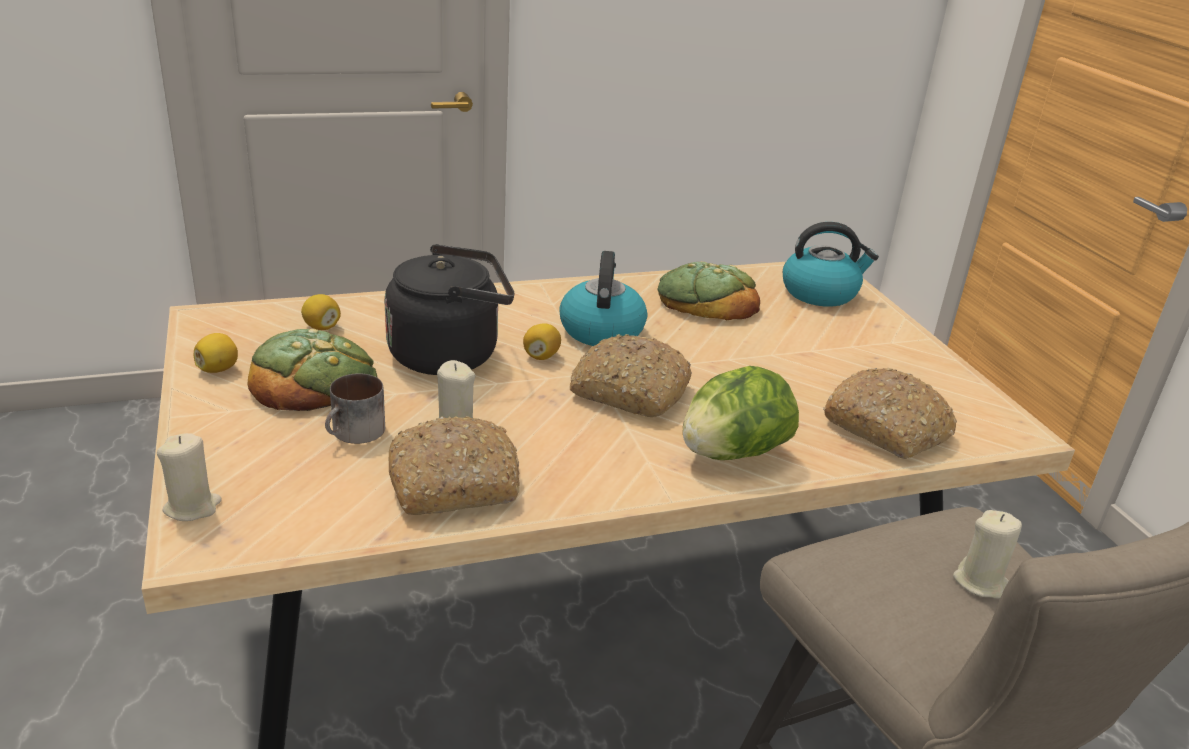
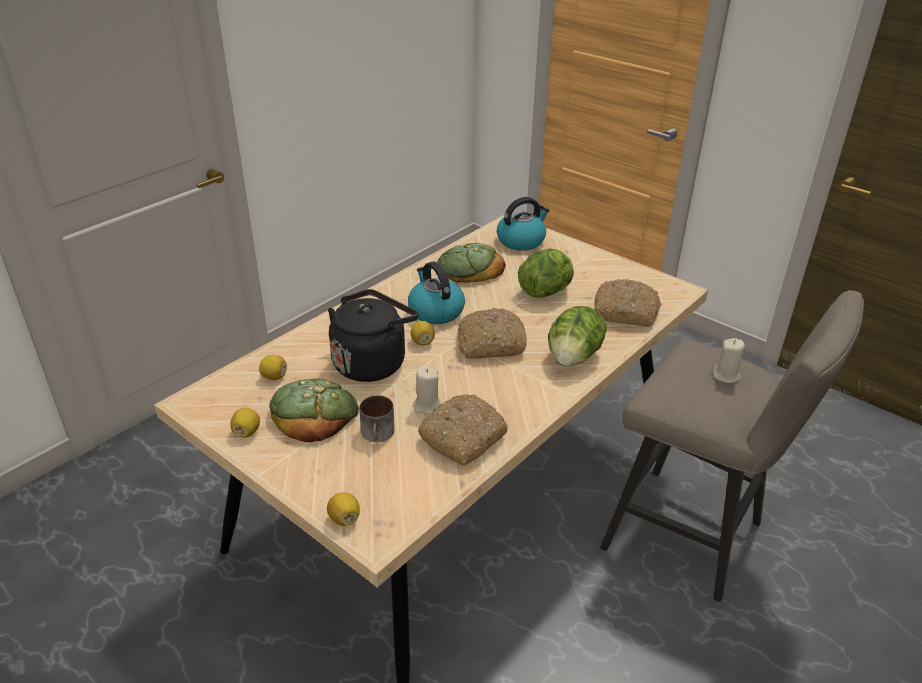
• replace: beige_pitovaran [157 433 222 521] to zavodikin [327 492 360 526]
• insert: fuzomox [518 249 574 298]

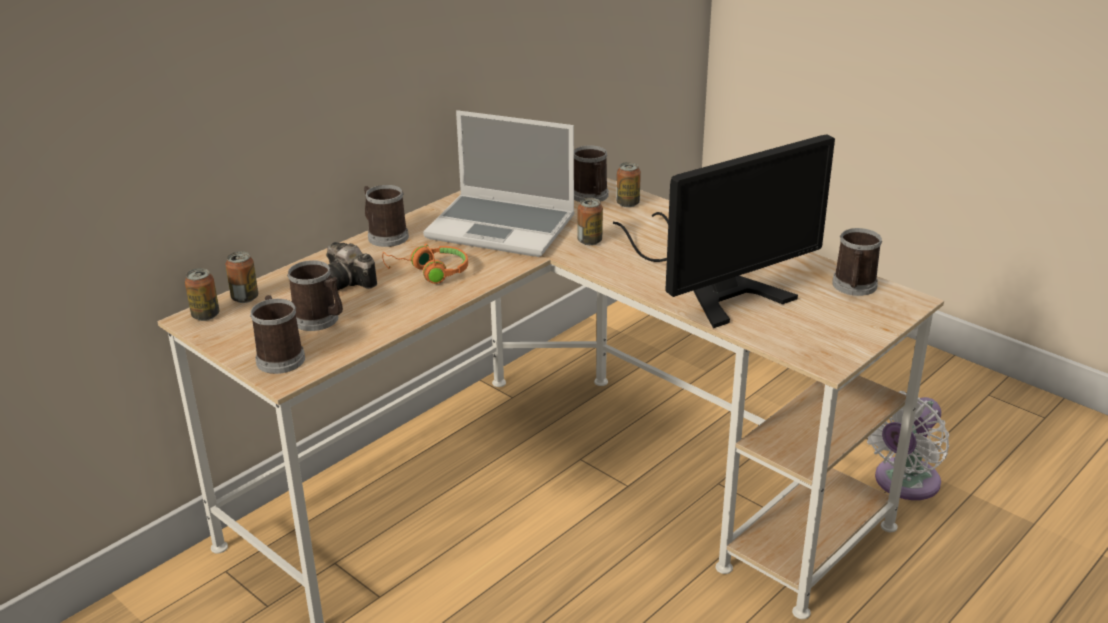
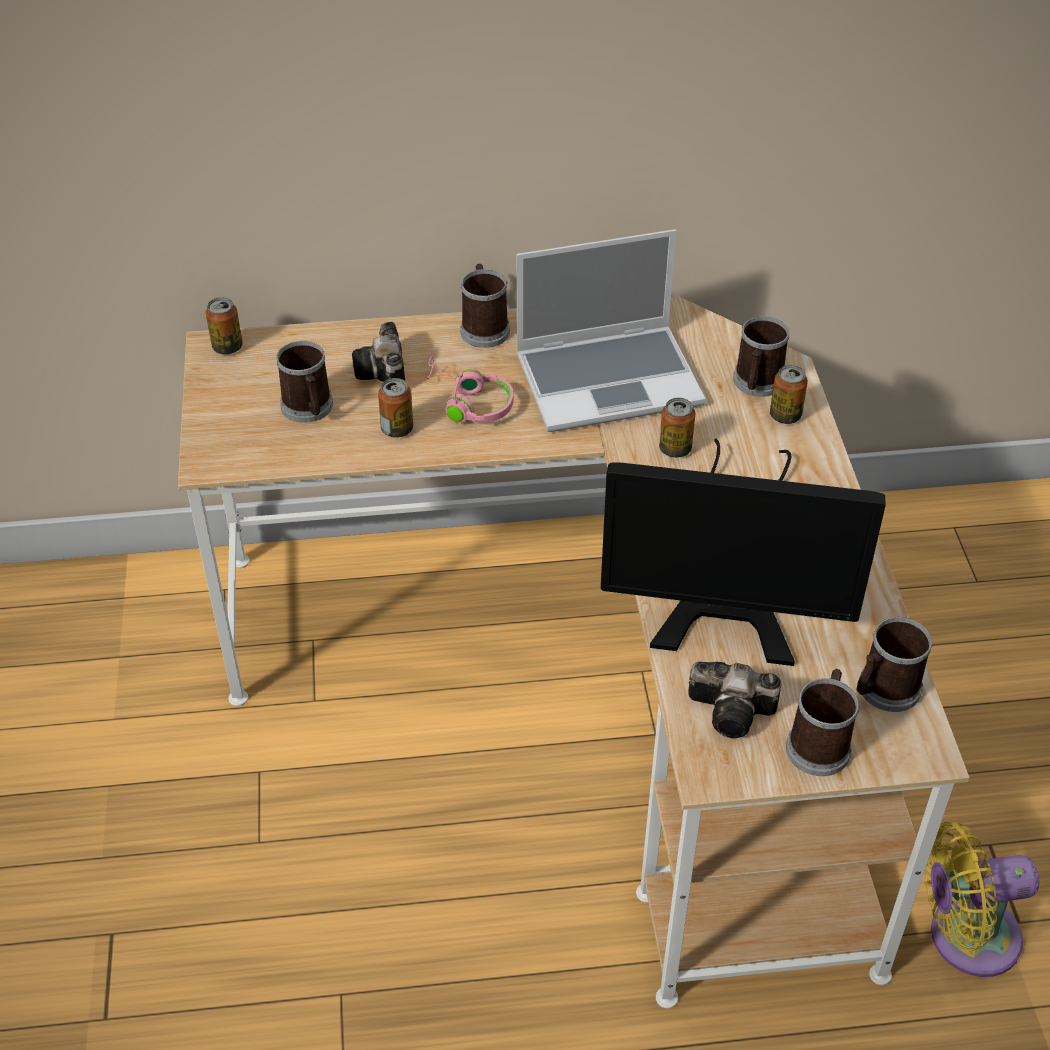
• move: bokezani [226 251 258 303] to [378 378 413 438]
• move: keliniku [250 295 305 374] to [786 669 859 776]
• recolor: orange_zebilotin [382 243 468 284] to pink_zebilotin [425 357 514 423]
• rotate: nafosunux [423 110 575 257] = [516 229 706 432] 75 degrees counterclockwise
• recolor: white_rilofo [867 391 949 500] to yellow_rilofo [924 821 1039 977]
• insert: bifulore [689 662 781 738]

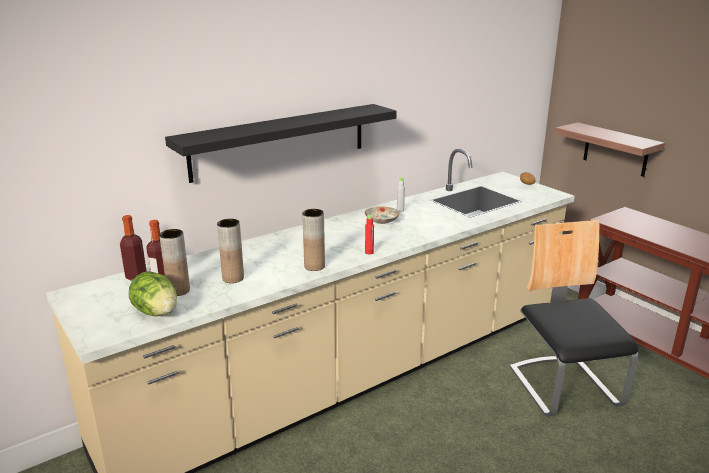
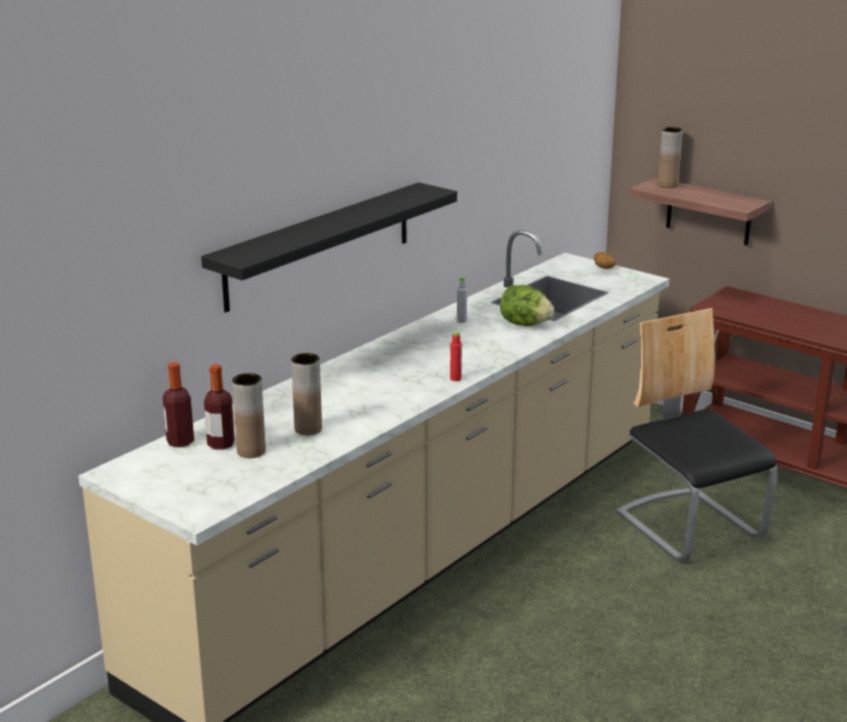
• move: fuzomox [129 271 177 316] to [500 285 554 326]
• move: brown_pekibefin [302 209 325 271] to [658 127 683 188]
• delete: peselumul [365 206 400 224]

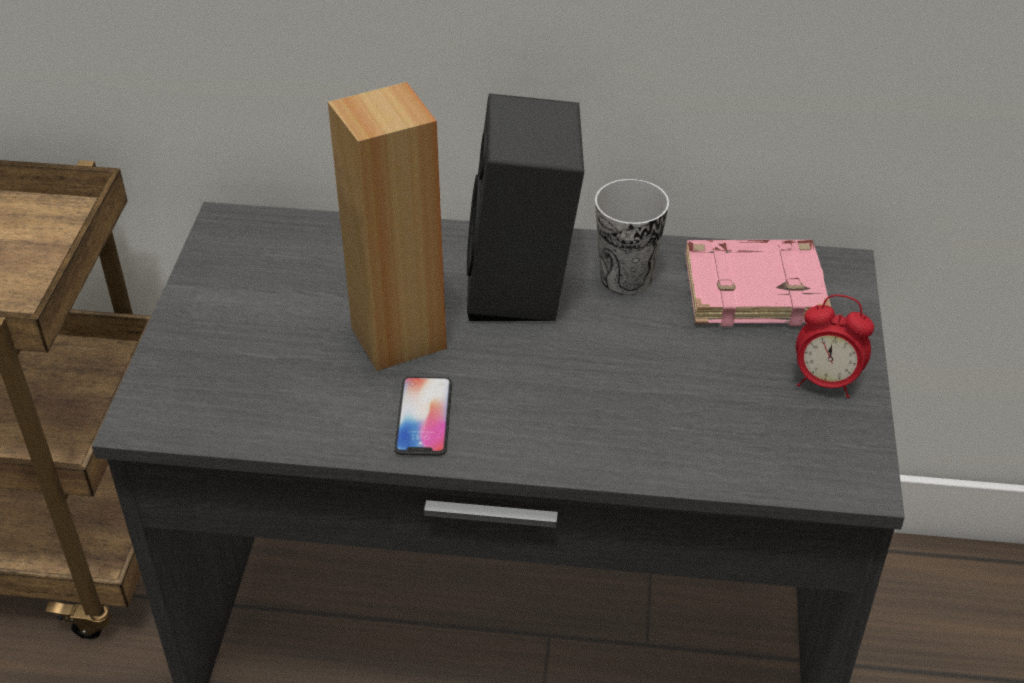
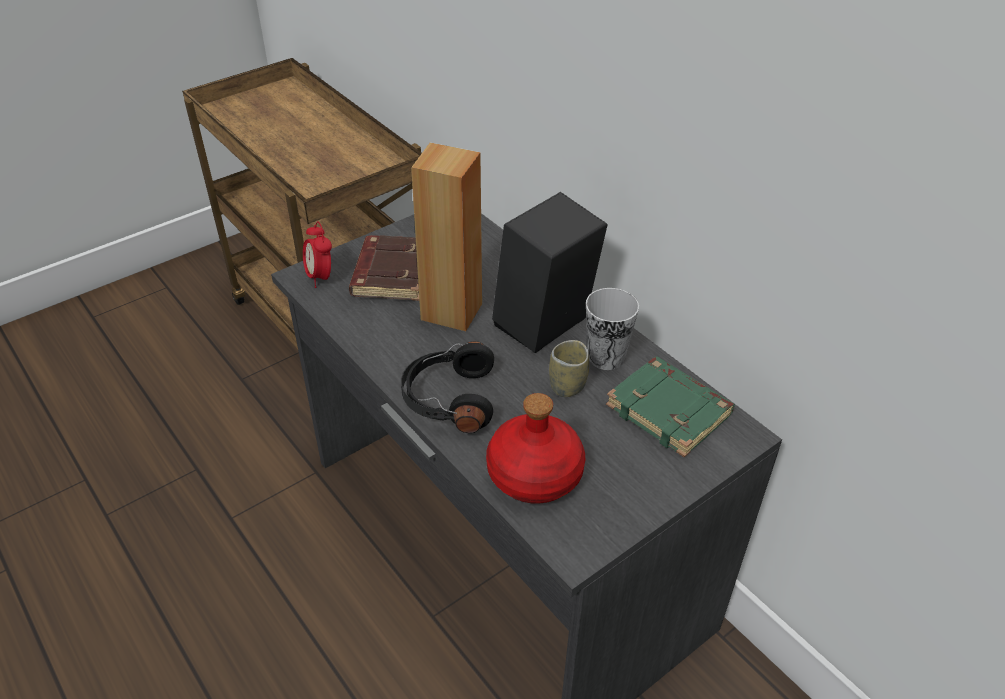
• delete: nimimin [394 377 452 456]
• recolor: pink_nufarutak [686 240 831 327] to green_nufarutak [606 357 735 458]
• move: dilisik [796 295 874 398] to [303 221 332 288]
• insert: brown_nufarutak [349 235 419 301]
• insert: black_zebilotin [401 341 494 433]
• insert: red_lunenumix [486 393 585 504]
• insert: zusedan [549 340 589 397]

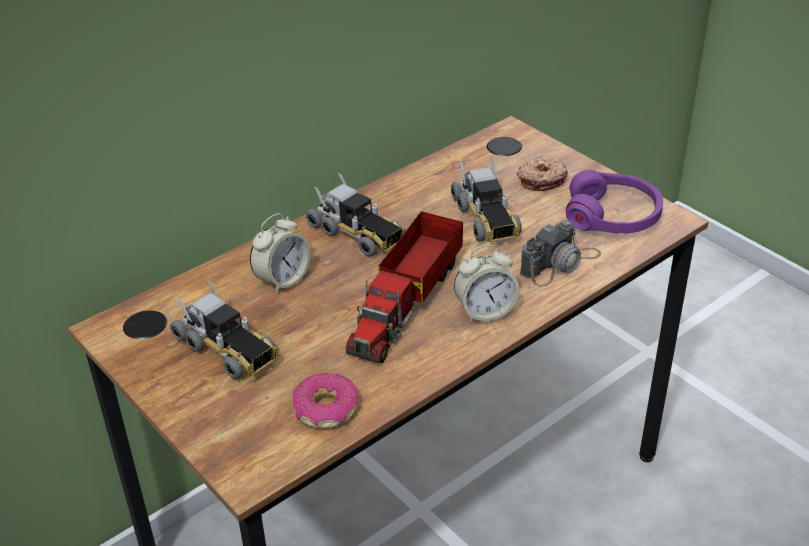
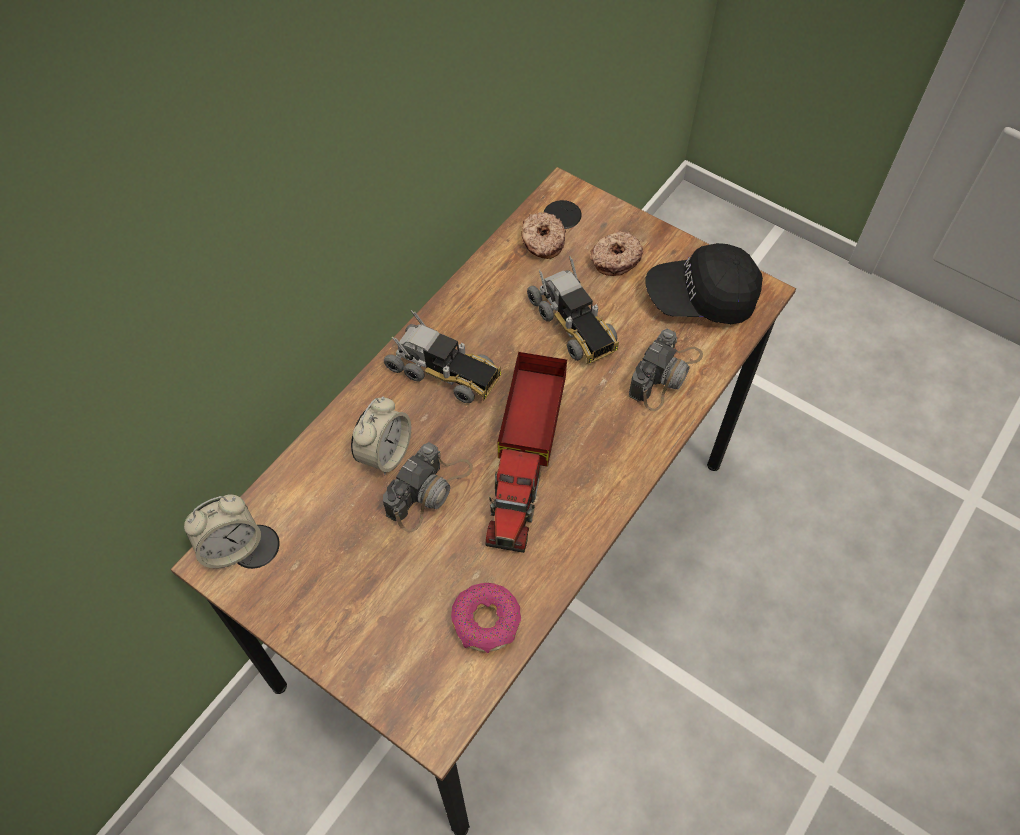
• delete: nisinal [170 279 278 379]
• move: dilisik [454 245 519 323] to [184 494 261 568]
• replace: purple_zebilotin [566 170 663 234] to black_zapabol [645 243 763 324]
• insert: bifulore [383 442 473 532]
• insert: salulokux [521 212 566 259]

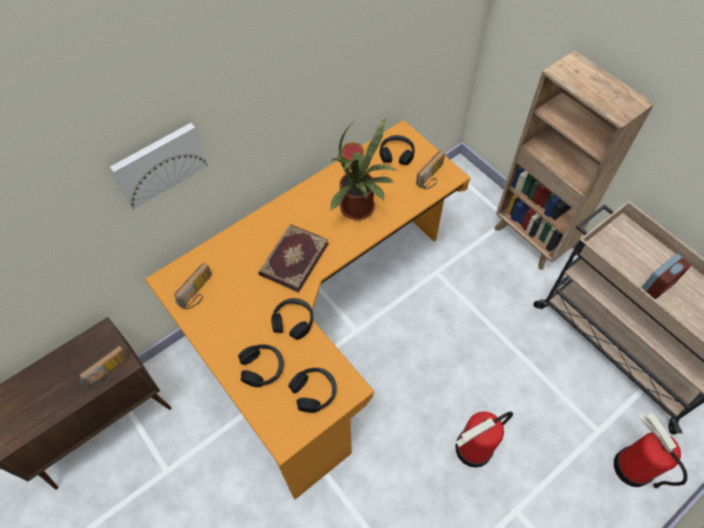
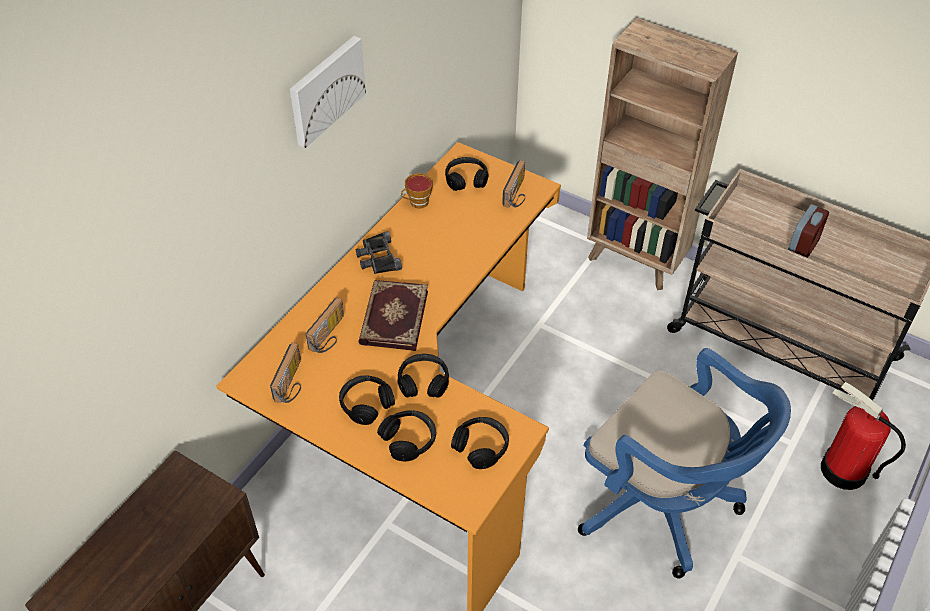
• move: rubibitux [79 346 129 390] to [306 298 344 353]
• move: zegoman [110 123 208 210] to [290 36 366 148]
• delete: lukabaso [330 119 399 220]
• replace: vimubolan [455 411 513 468] to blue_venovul [578 348 791 579]
• insert: black_zebilotin [339 375 395 425]
• insert: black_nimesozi [356 231 402 274]

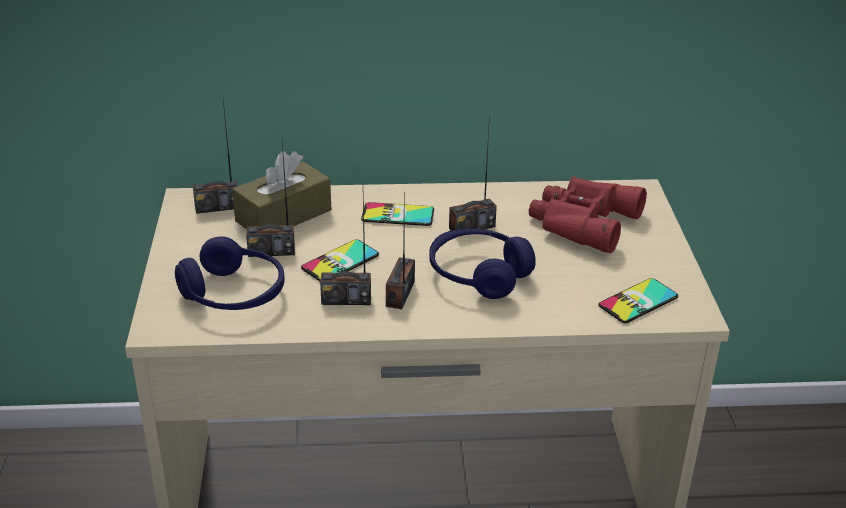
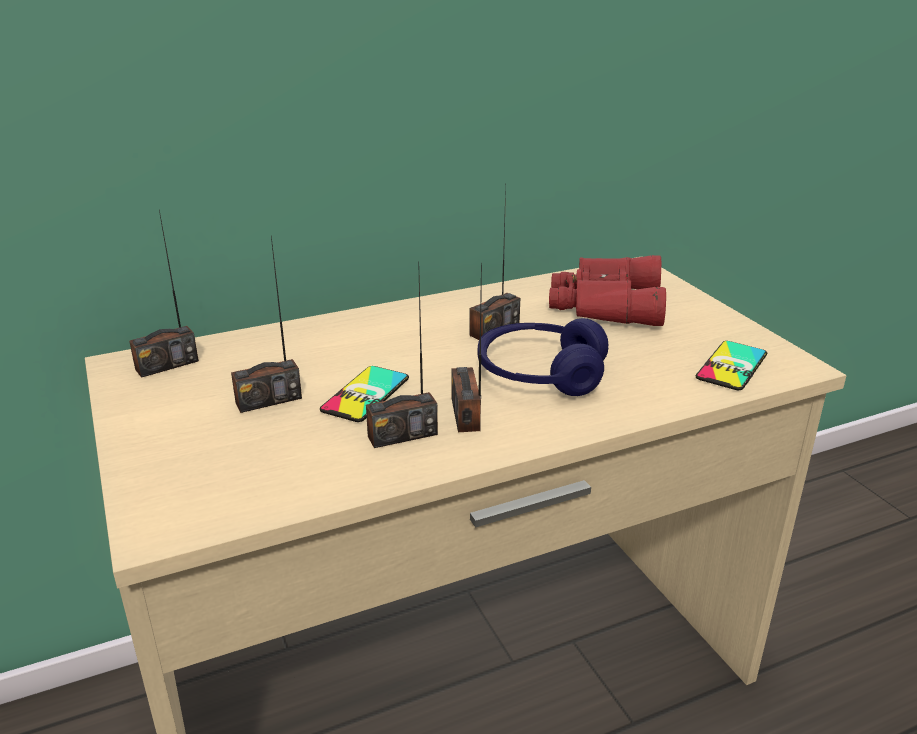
• delete: blue_zebilotin [175 236 284 310]
• delete: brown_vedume [232 151 331 229]
• delete: nimimin [361 202 434 226]

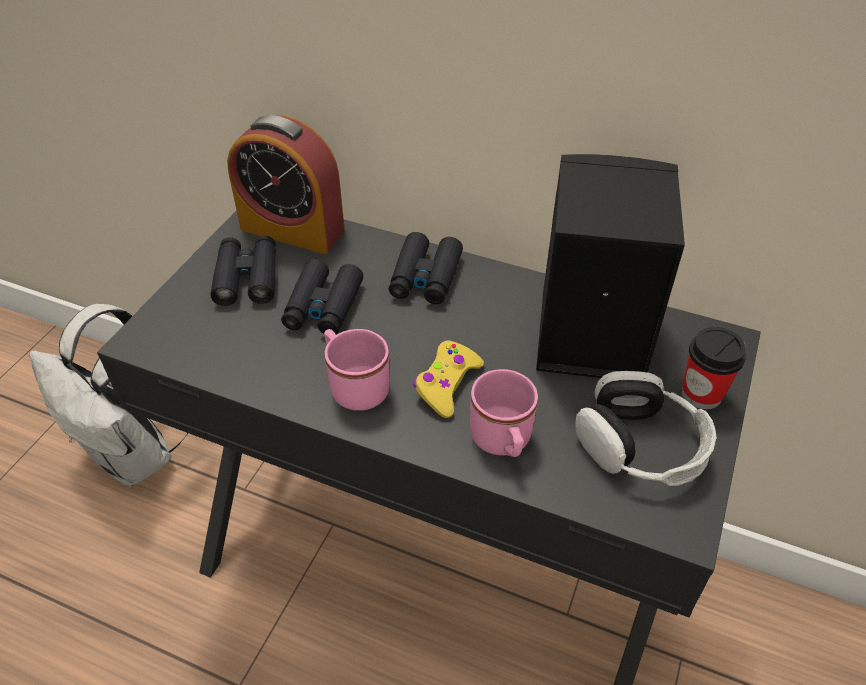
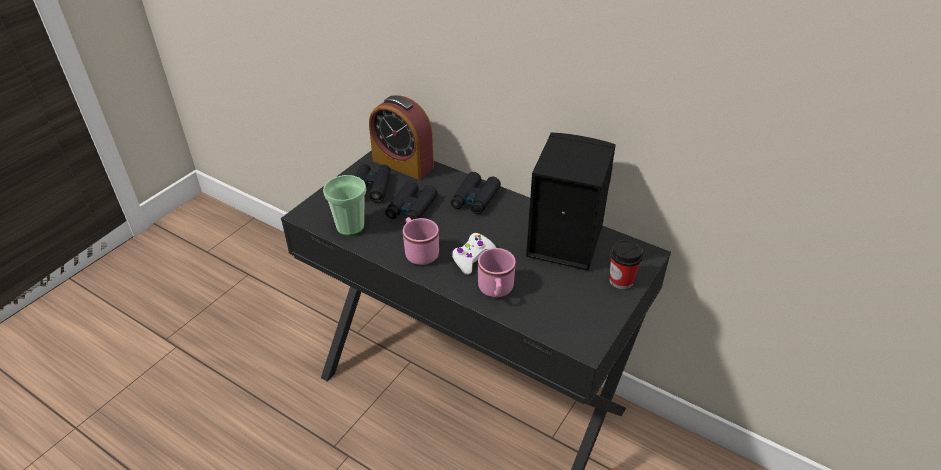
• delete: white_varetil [29 304 188 487]
• recolor: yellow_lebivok [413 341 484 418] to white_lebivok [451 233 496 275]
• delete: zebilotin [575 371 717 486]
• insert: zusedan [323 175 366 236]

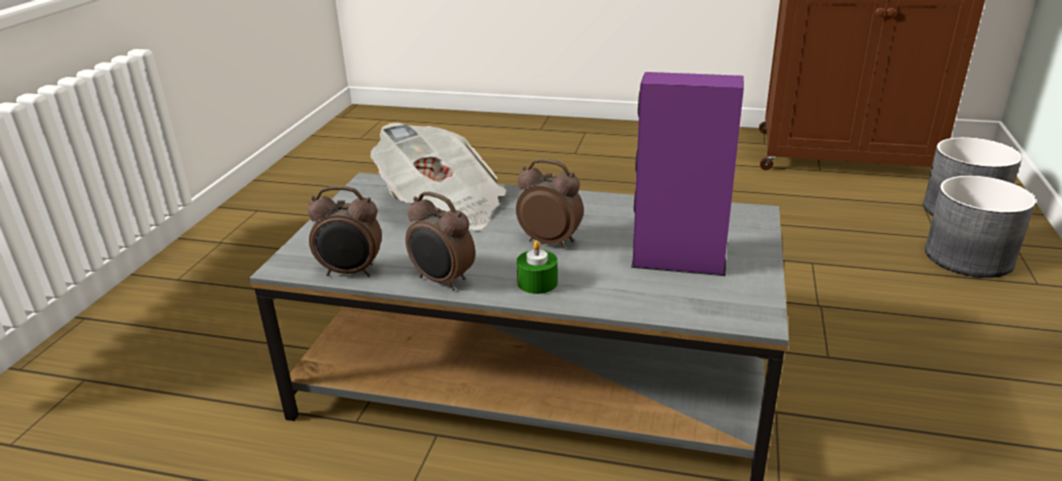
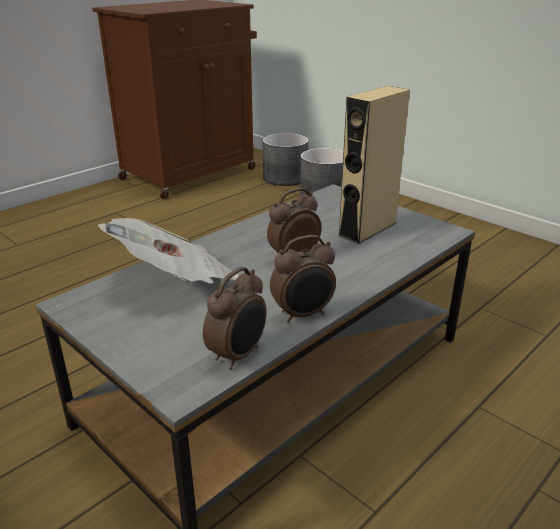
• delete: green_pitovaran [517 240 558 294]
• recolor: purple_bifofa [631 72 744 276] to beige_bifofa [338 86 410 244]

